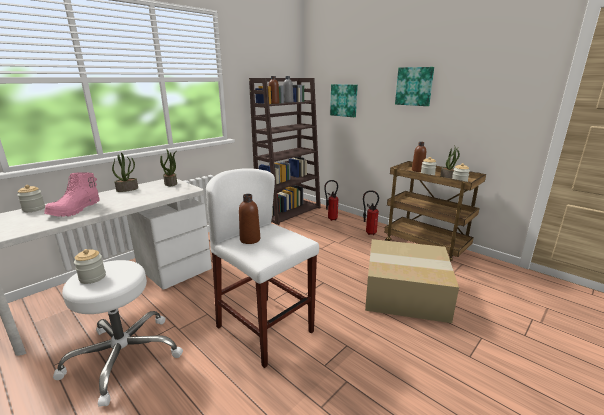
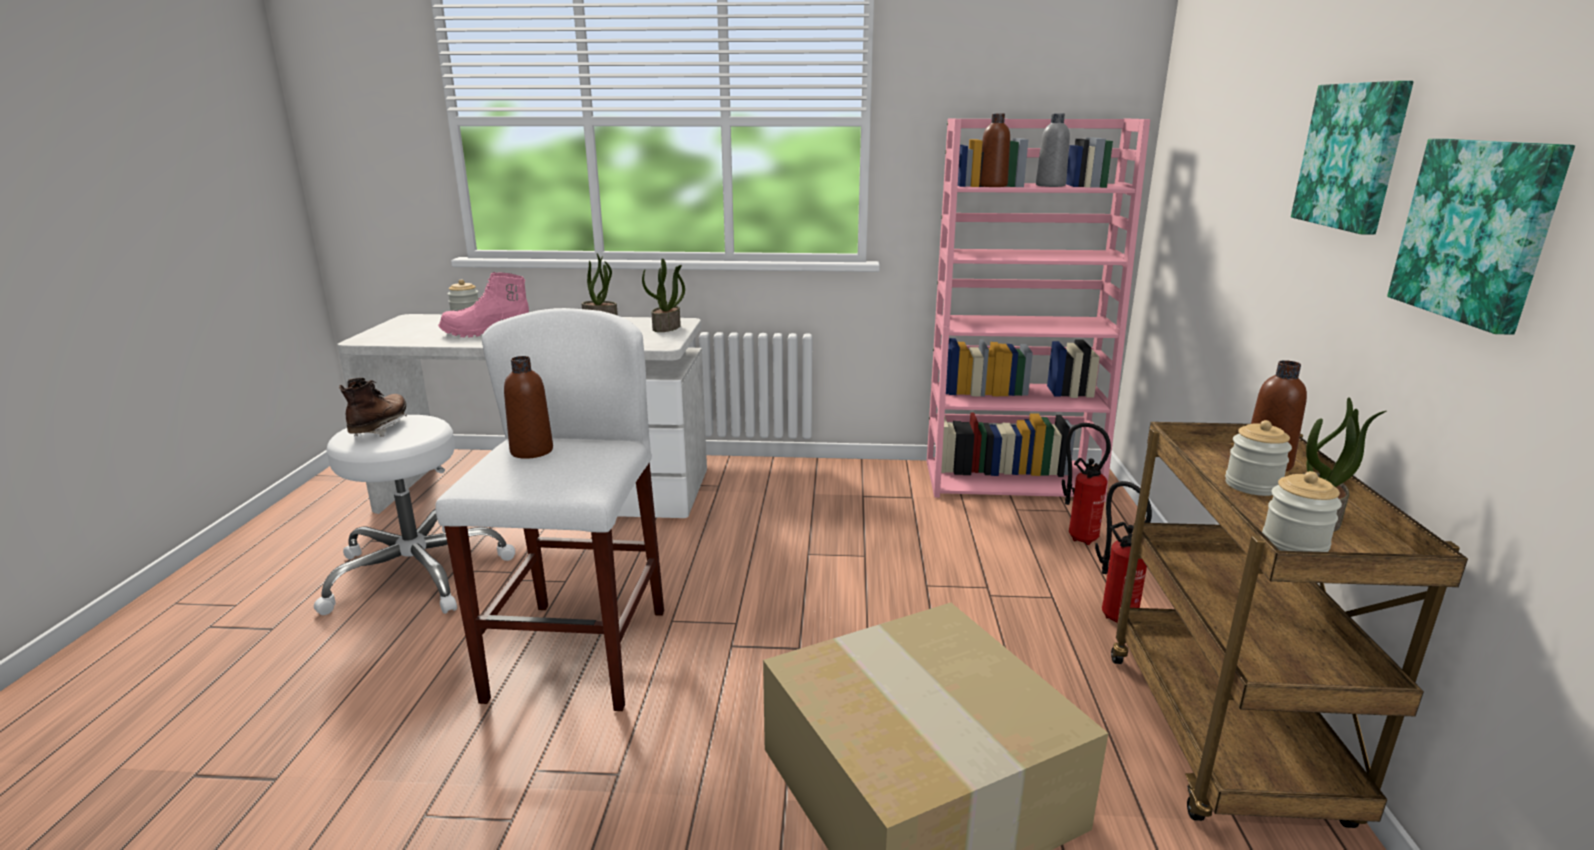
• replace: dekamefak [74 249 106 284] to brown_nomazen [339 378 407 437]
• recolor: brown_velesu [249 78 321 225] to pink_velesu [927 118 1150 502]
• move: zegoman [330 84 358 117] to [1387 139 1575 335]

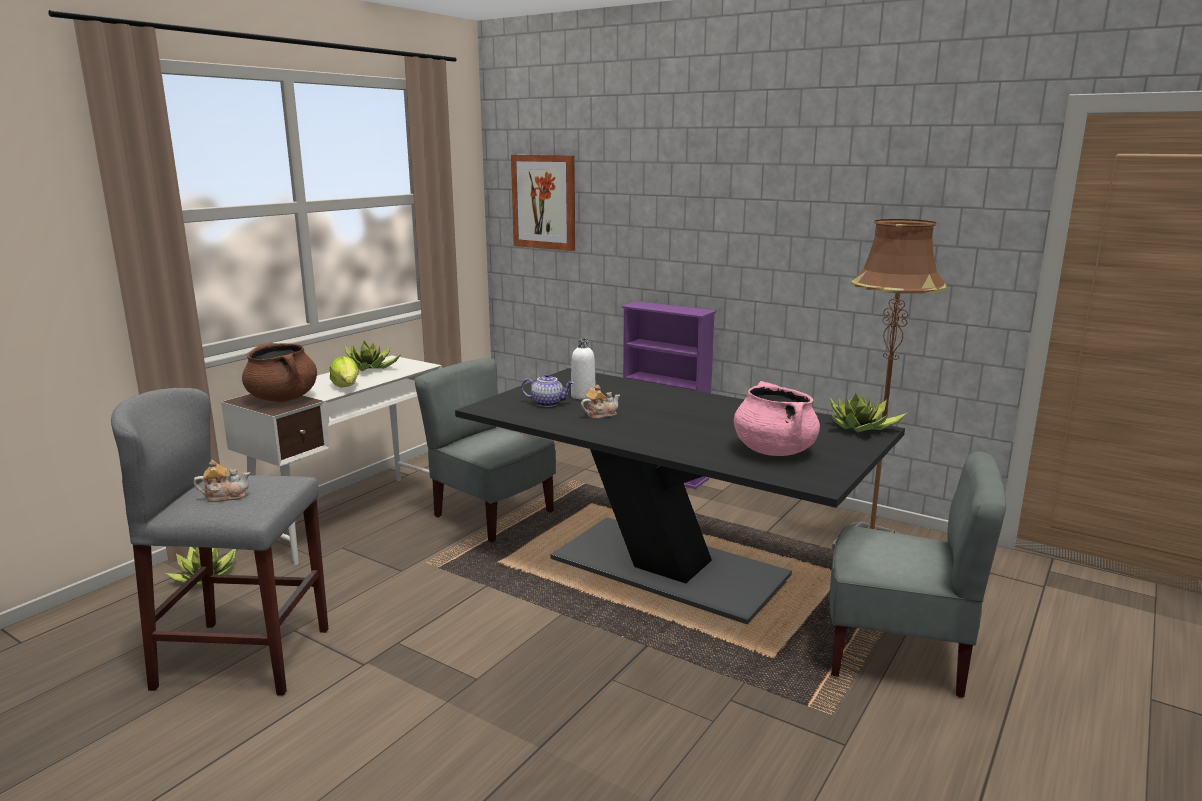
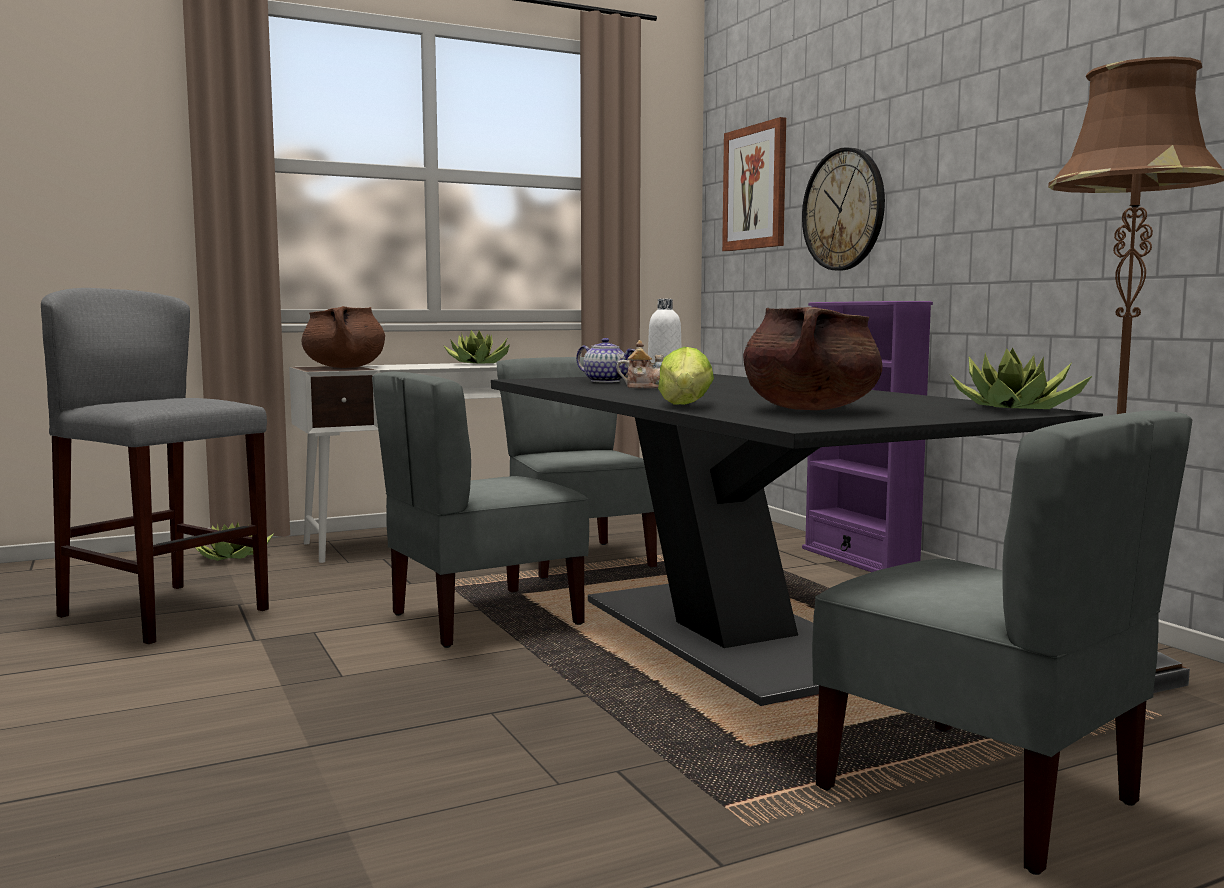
• delete: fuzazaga [194 460 250 502]
• move: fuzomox [330 356 359 388] to [658 347 714 405]
• recolor: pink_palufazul [734 381 820 456] to brown_palufazul [743 307 882 410]
• insert: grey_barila [372 372 589 648]
• insert: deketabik [802 147 885 271]

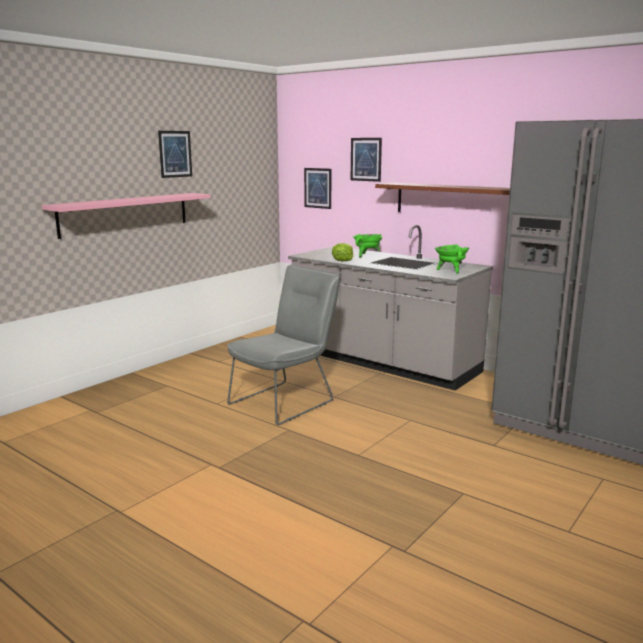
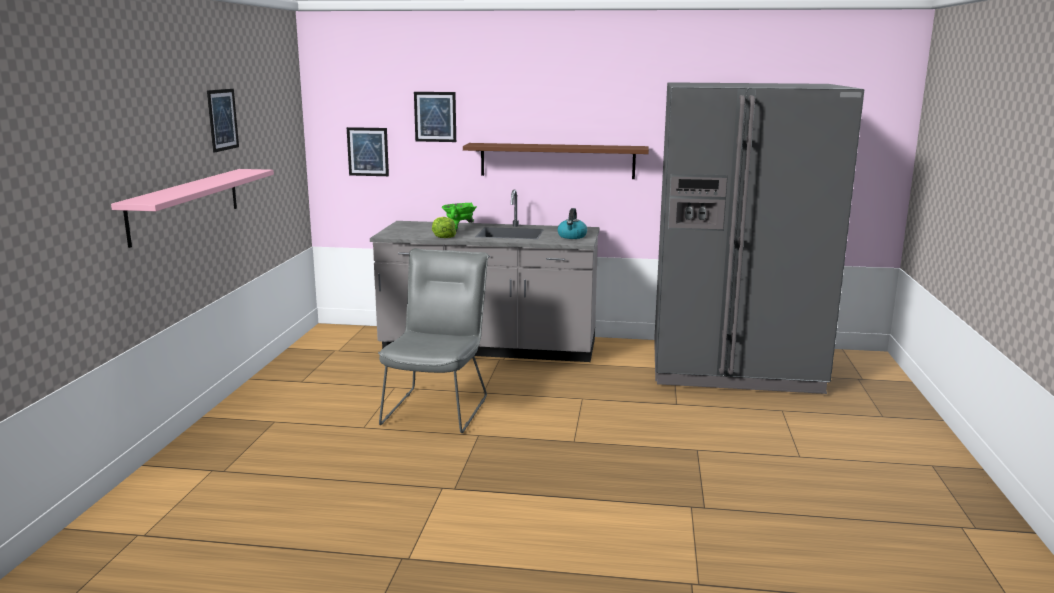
• replace: green_palufazul [435 244 469 274] to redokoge [557 208 587 239]

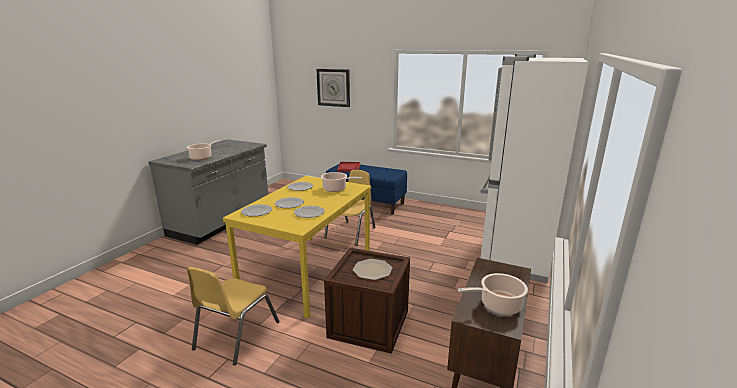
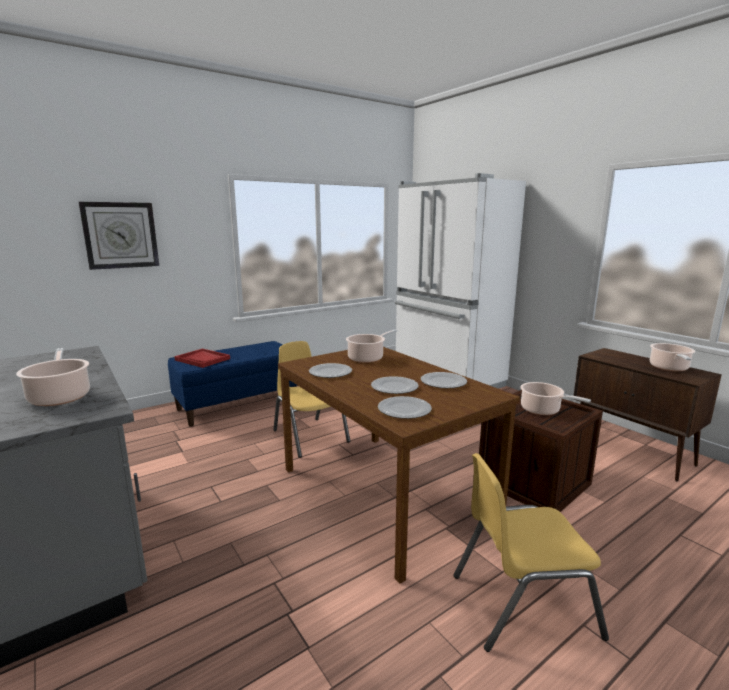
• rotate: yellow_barila [187 267 280 365] = [454 453 609 652] 120 degrees clockwise
• recolor: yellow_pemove [223 176 371 318] to brown_pemove [278 347 520 584]
• replace: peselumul [353 259 392 280] to palufazul [520 382 591 415]

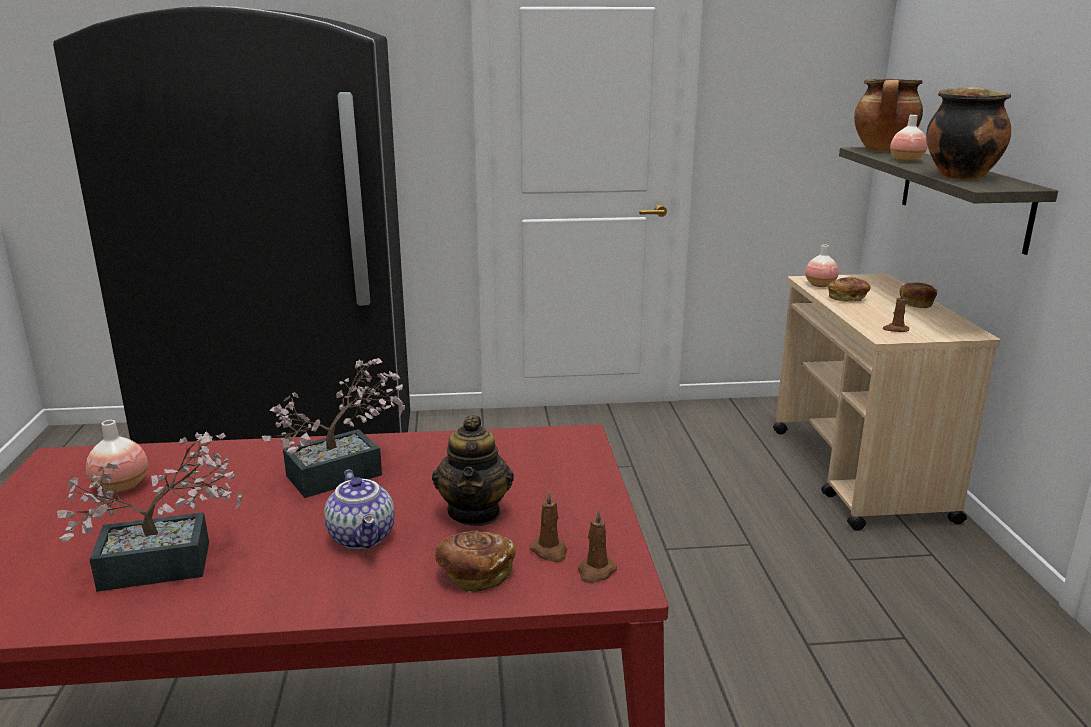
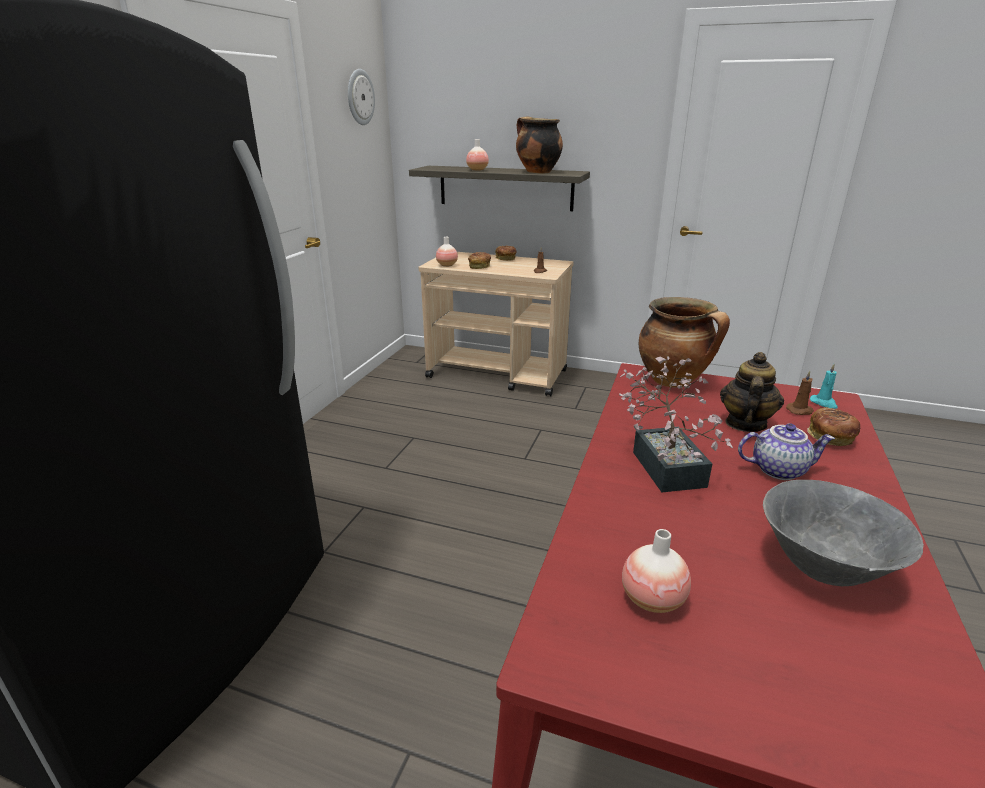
• replace: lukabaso [57 432 243 592] to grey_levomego [763 480 924 586]
• rotate: fuzazaga [432 415 514 526] = [720 352 784 432] 90 degrees counterclockwise
• recolor: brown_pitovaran [578 509 617 584] to turquoise_pitovaran [810 364 838 409]
• move: palufazul [854 79 923 152] to [639 297 730 387]
• insert: deketabik [348 69 375 125]

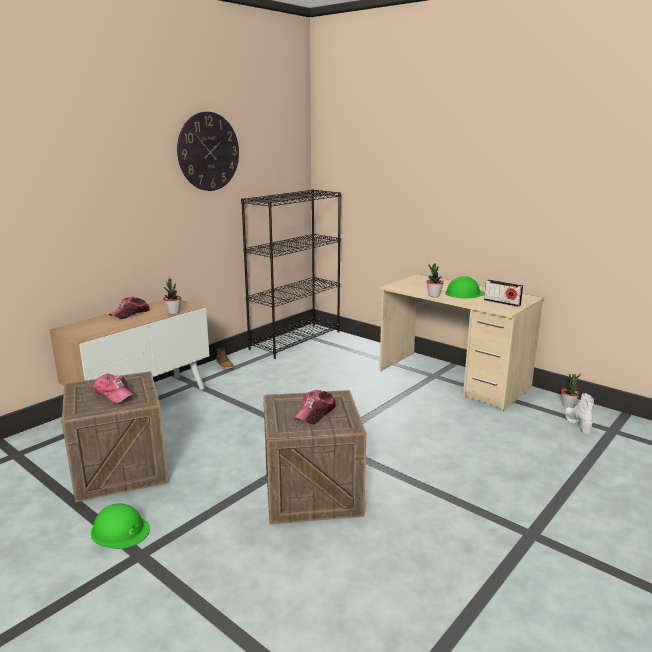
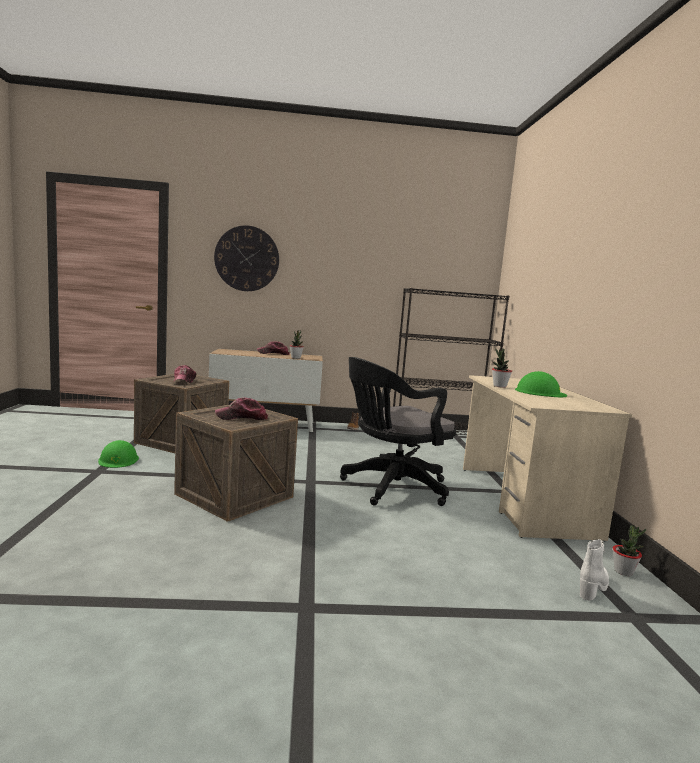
• move: deketabik [177 112 239 191] to [214 225 279 291]
• delete: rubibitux [484 279 523 307]
• insert: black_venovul [340 357 456 506]

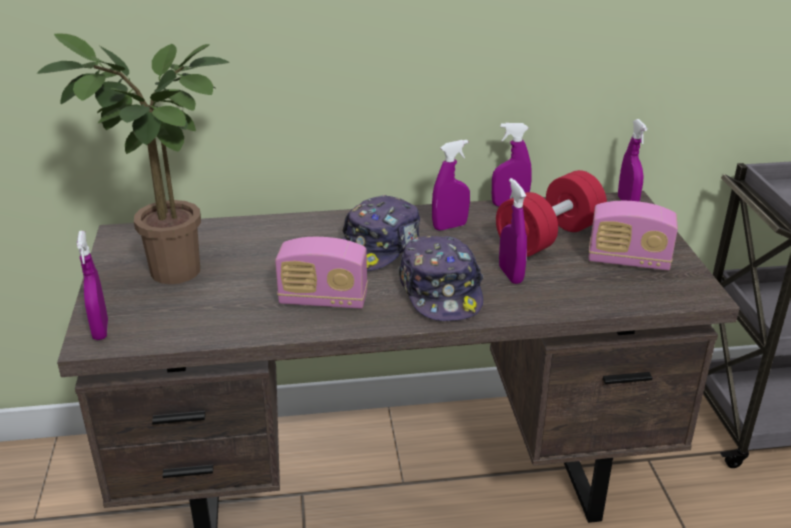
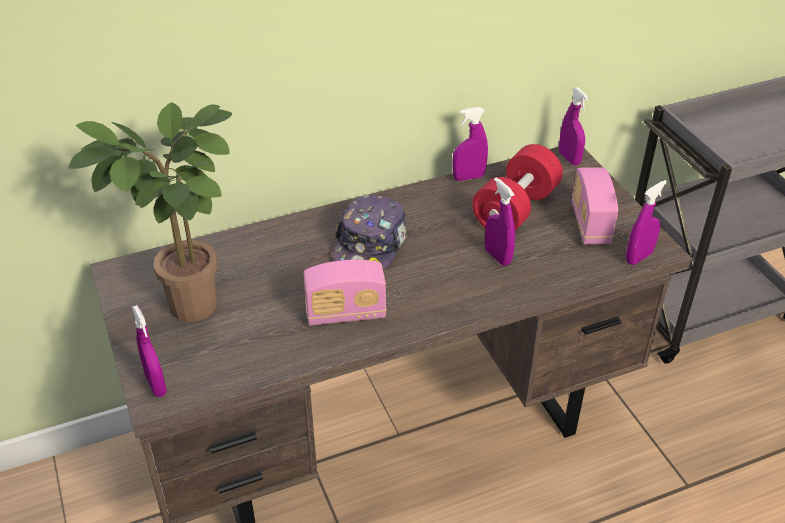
• delete: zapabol [398 236 484 321]
• move: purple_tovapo [432 140 470 230] to [626 180 667 265]
• rotate: rubibitux [589 201 678 271] = [572 167 618 245] 90 degrees clockwise

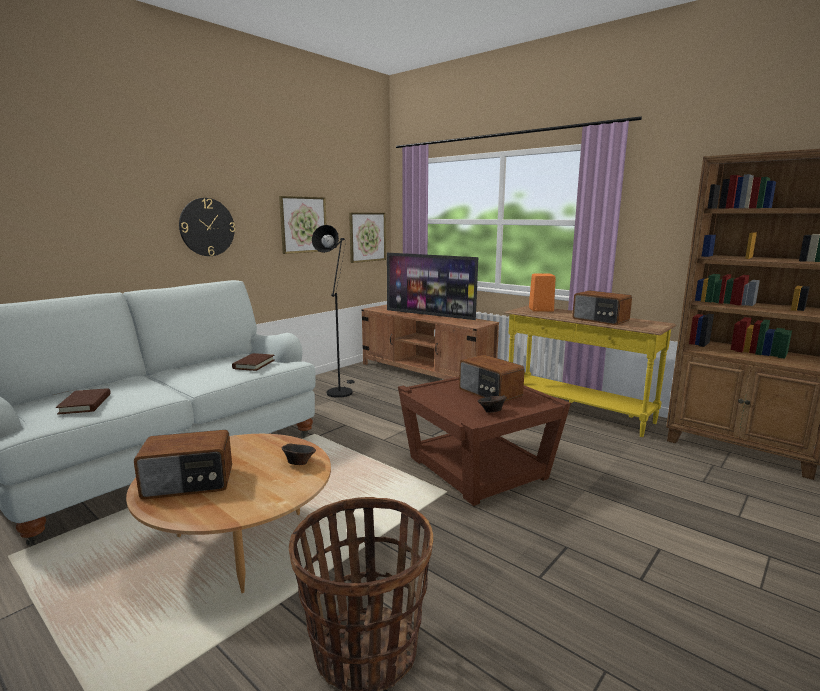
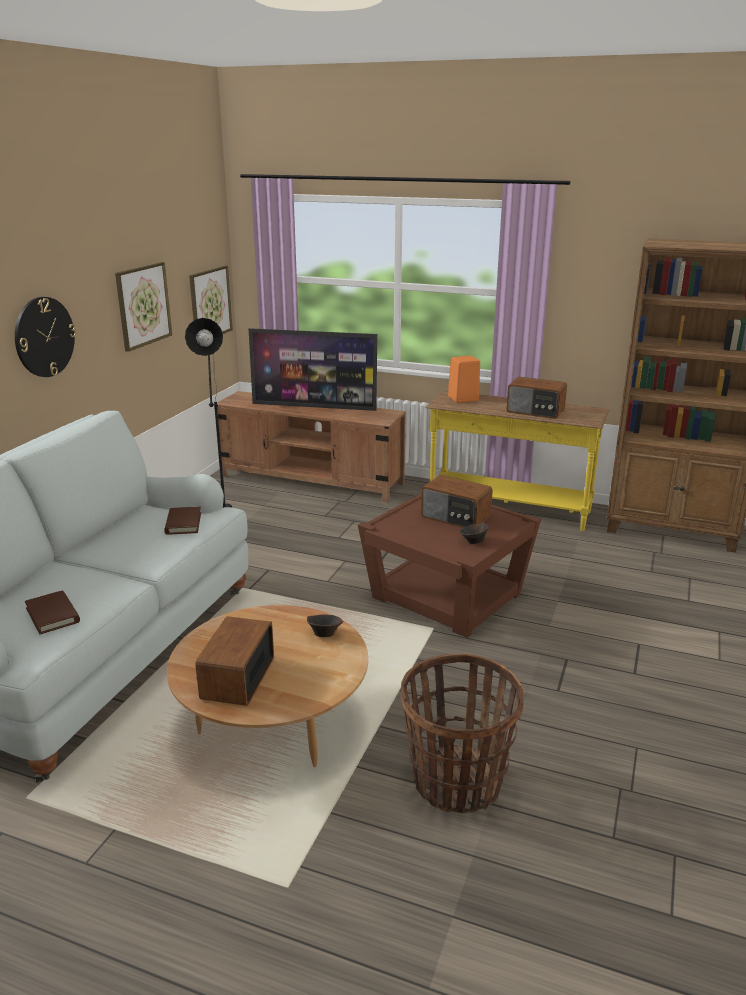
• rotate: rubibitux [134 430 232 500] = [196 616 274 706] 135 degrees clockwise

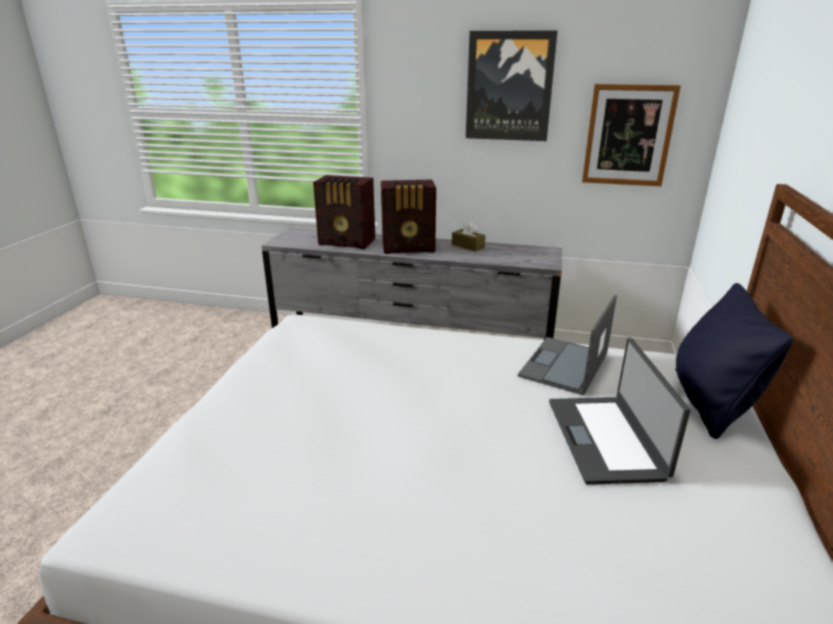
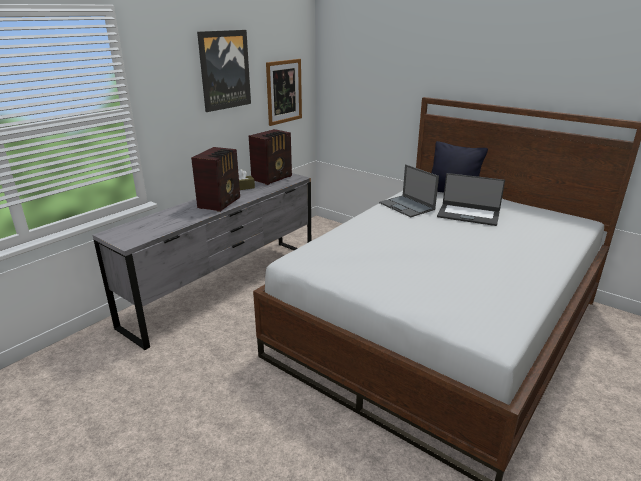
• move: rubibitux [313 175 375 249] to [249 129 292 185]

